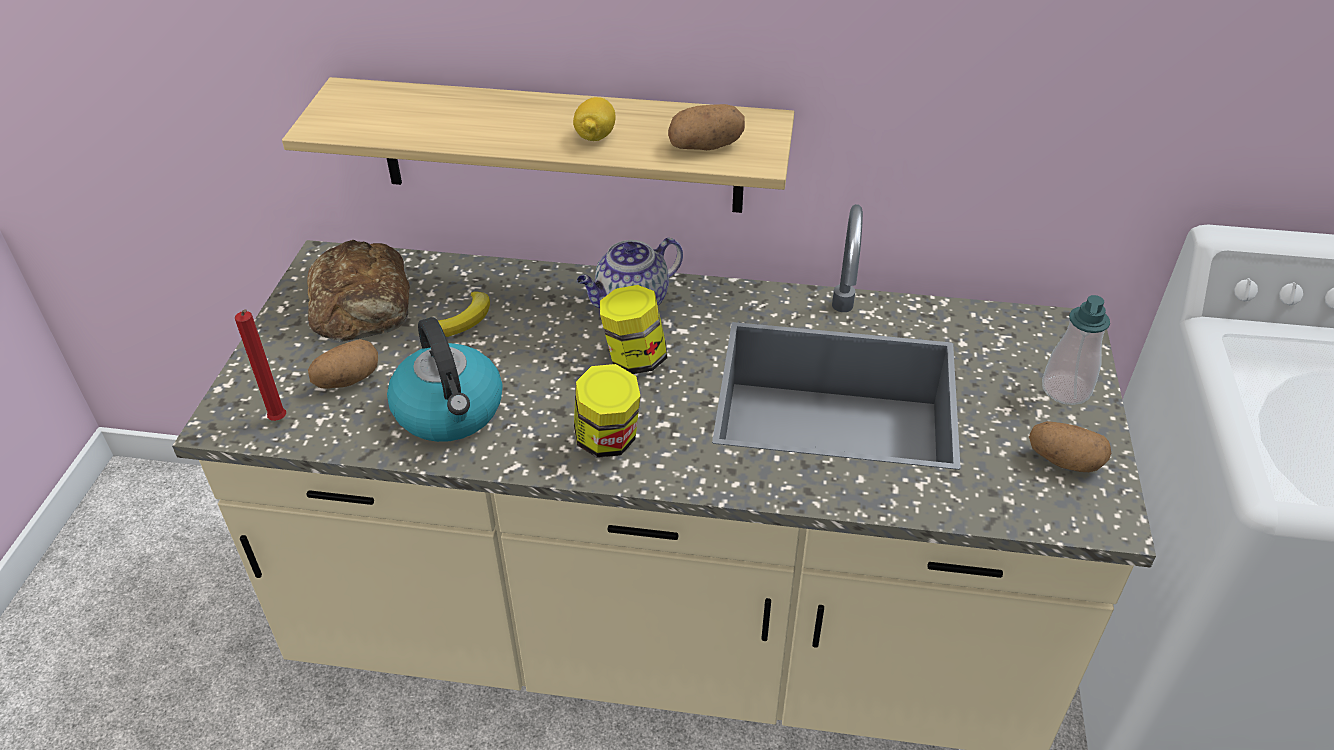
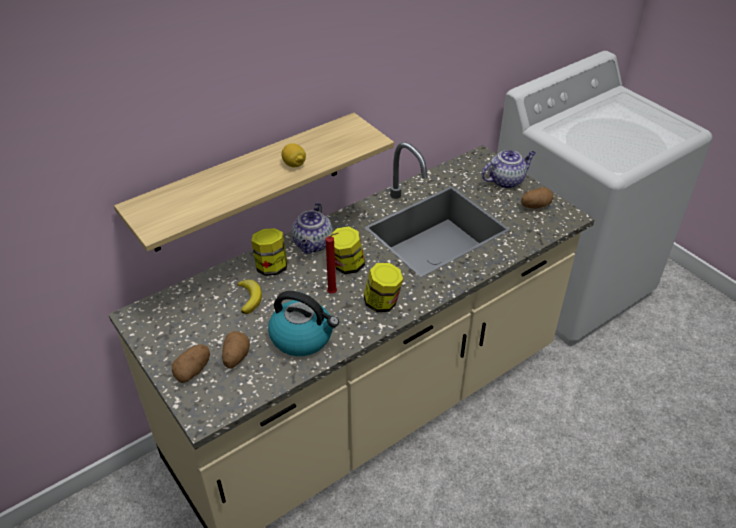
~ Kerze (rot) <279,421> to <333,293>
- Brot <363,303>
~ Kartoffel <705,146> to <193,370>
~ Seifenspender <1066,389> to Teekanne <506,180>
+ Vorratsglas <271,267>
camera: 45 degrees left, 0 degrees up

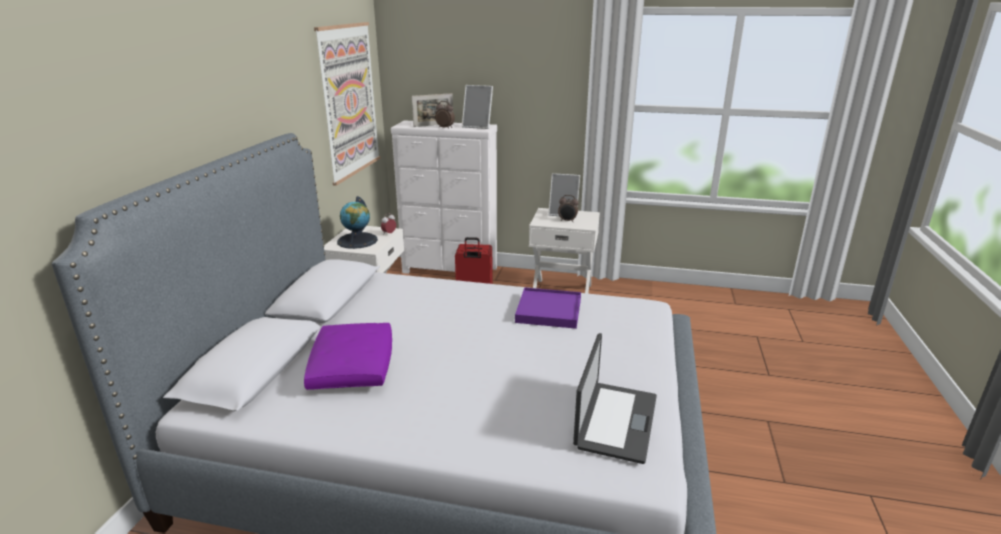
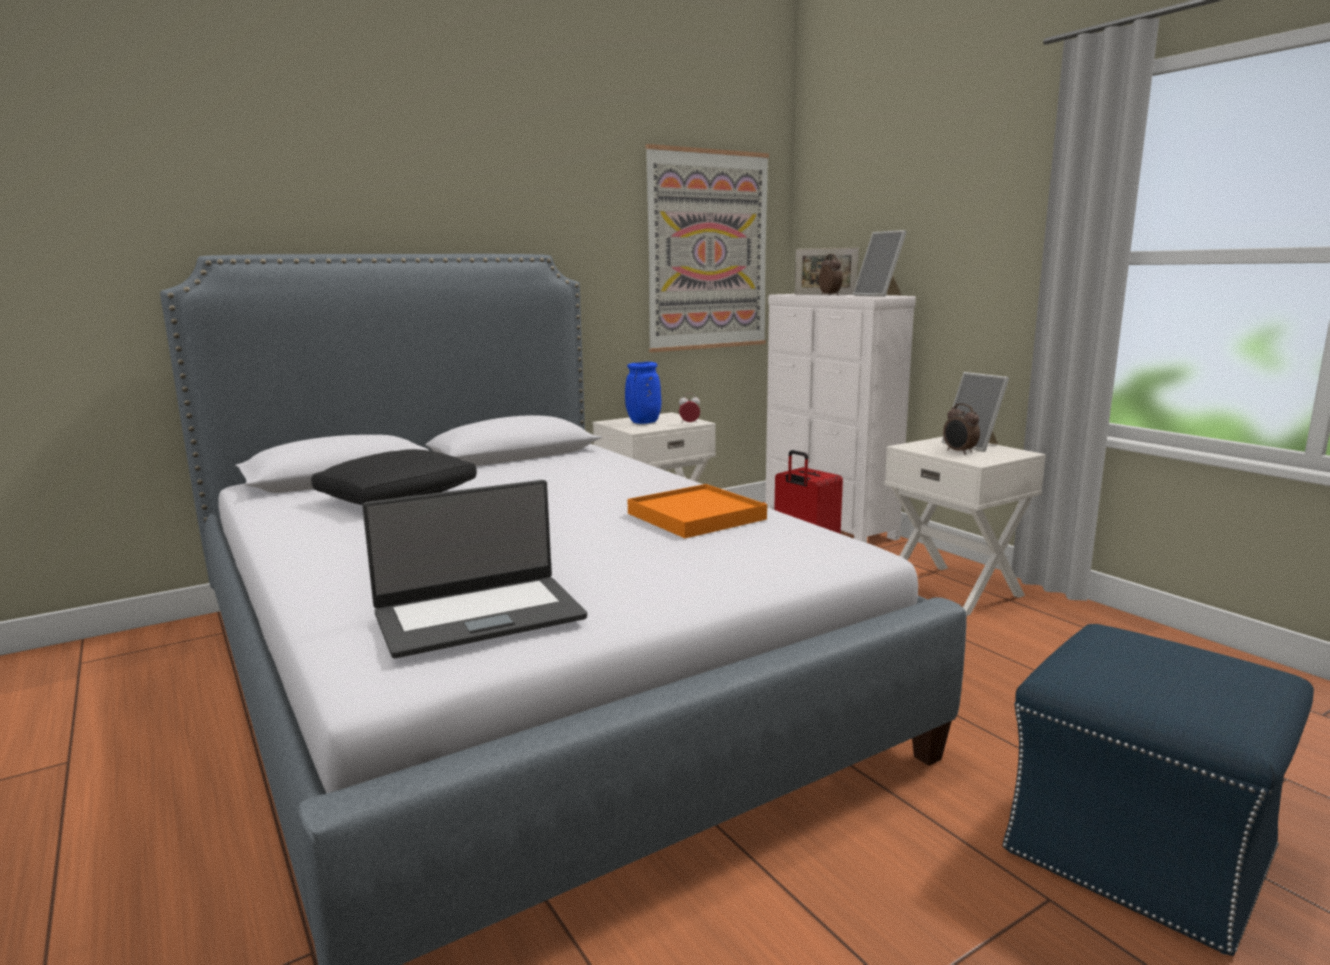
~ Kissen (lila) <352,367> to Kissen (schwarz) <399,497>
~ Globus <357,240> to Vase (blau) <643,422>
~ Tablett (lila) <548,311> to Tablett (orange) <696,516>
+ Polsterhocker (blau) <1142,851>
camera: 45 degrees right, 10 degrees down

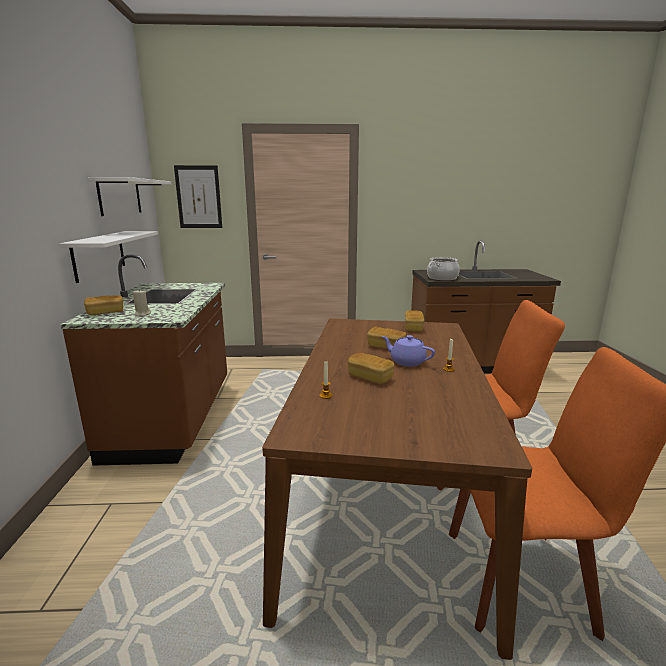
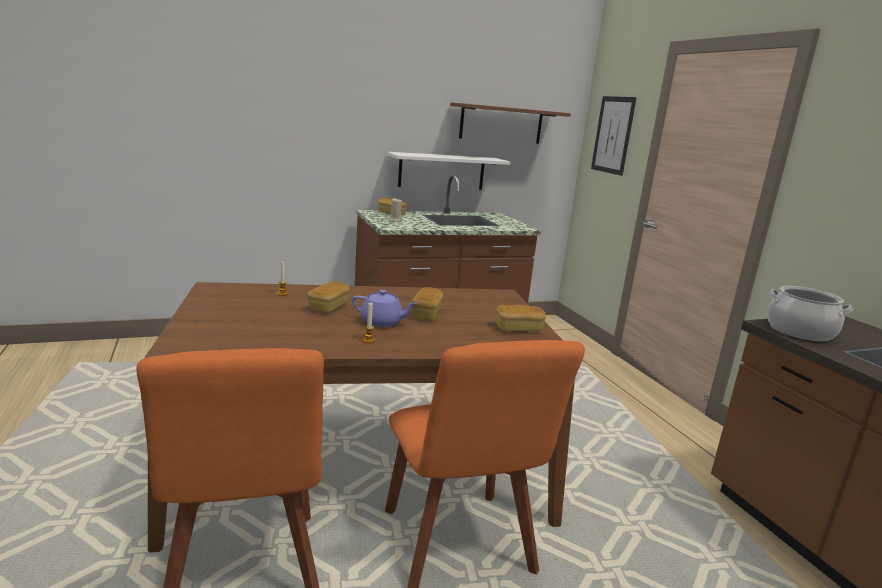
~ Wandregal (weiß) <120,196> to Wandregal (braun) <501,124>
~ Teekanne (lila) <407,362> = <382,322> 90 degrees clockwise
camera: 70 degrees right, 0 degrees up

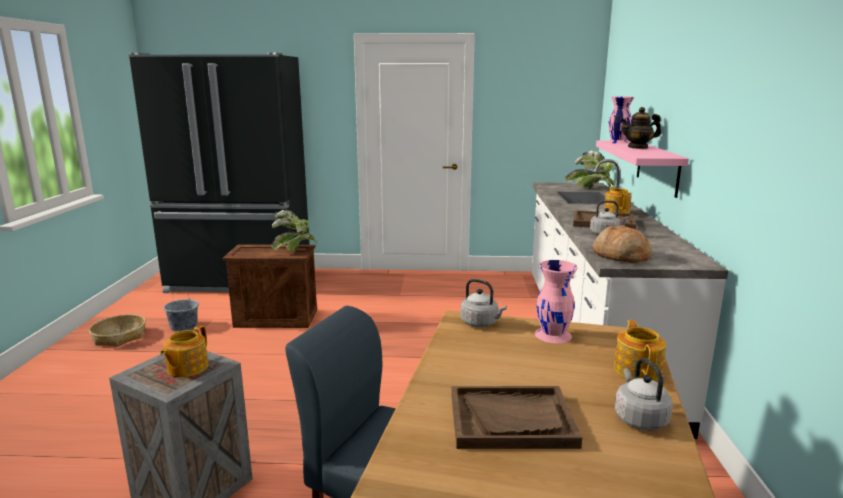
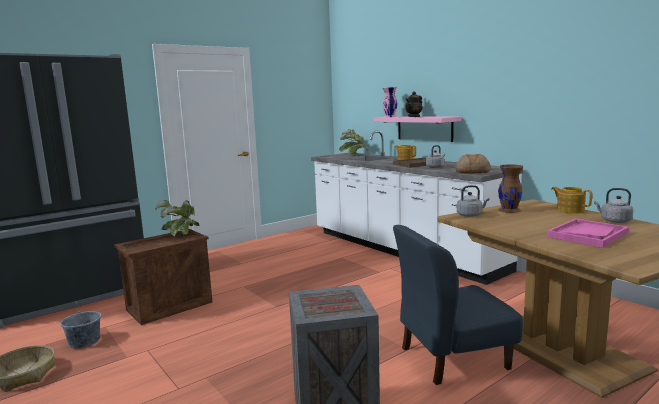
- Teekanne <186,368>
~ Tablett (braun) <511,420> to Tablett (rosa) <587,235>
~ Vase (rosa) <554,335> to Vase (braun) <509,210>
camera: 40 degrees left, 5 degrees down

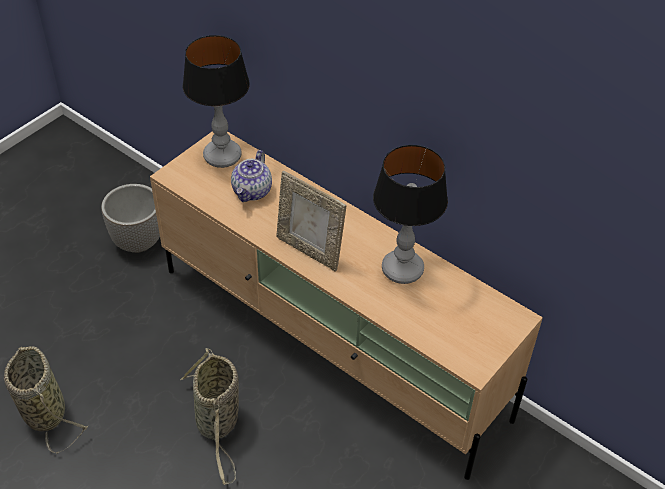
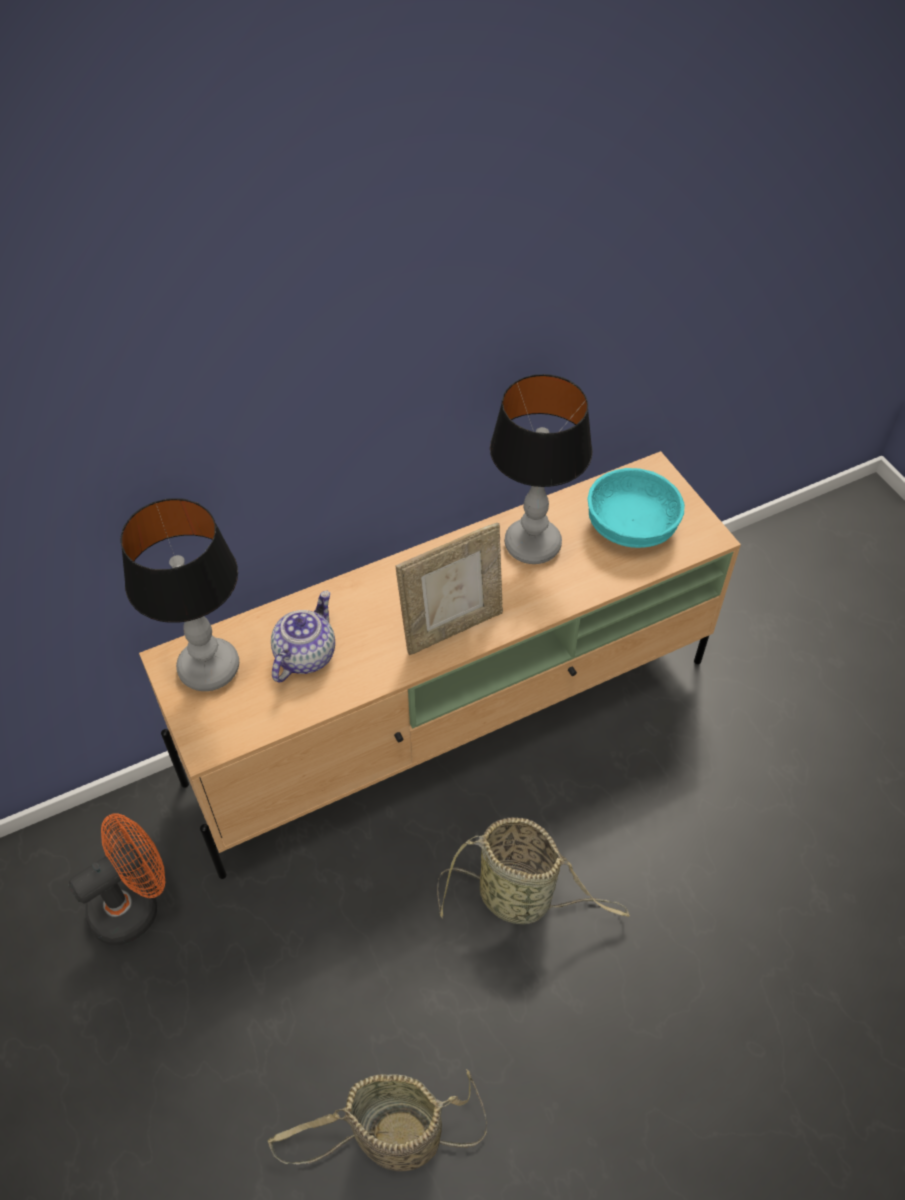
~ Pflanzkübel <138,241> to Ventilator (orange) <134,904>
~ Teekanne <252,191> = <305,654> 105 degrees counterclockwise
+ Schüssel (türkis) <631,527>
camera: 65 degrees left, 5 degrees up

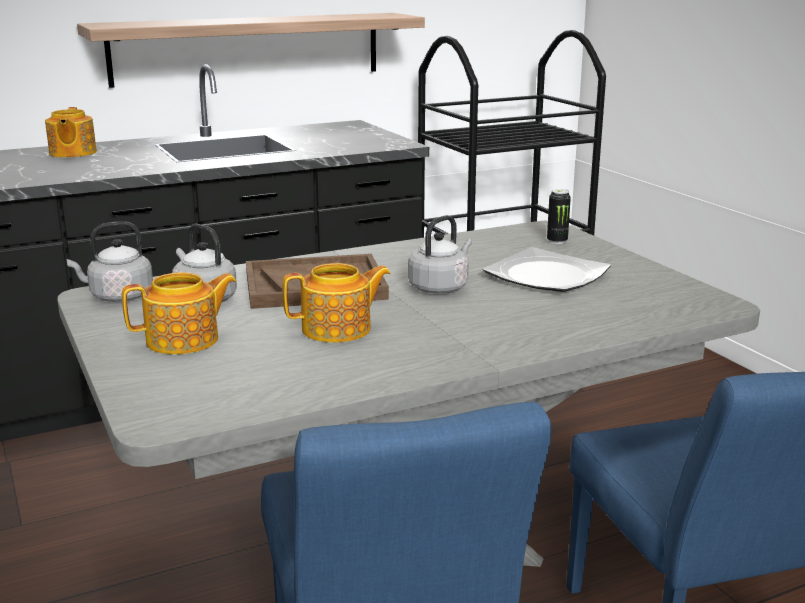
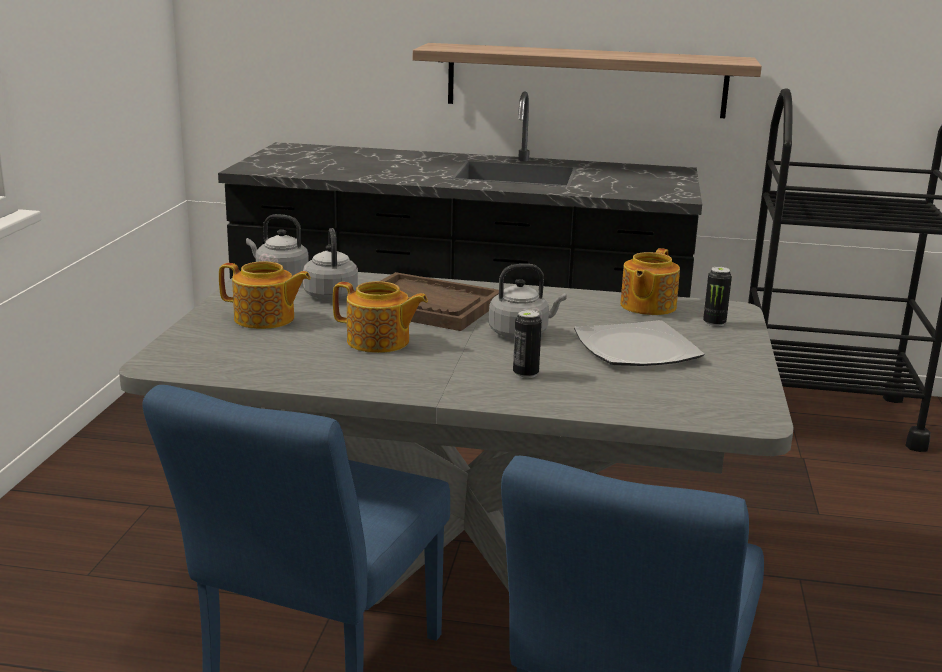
~ Teekanne <72,153> to <647,306>
+ Dose <525,374>
camera: 35 degrees right, 0 degrees up

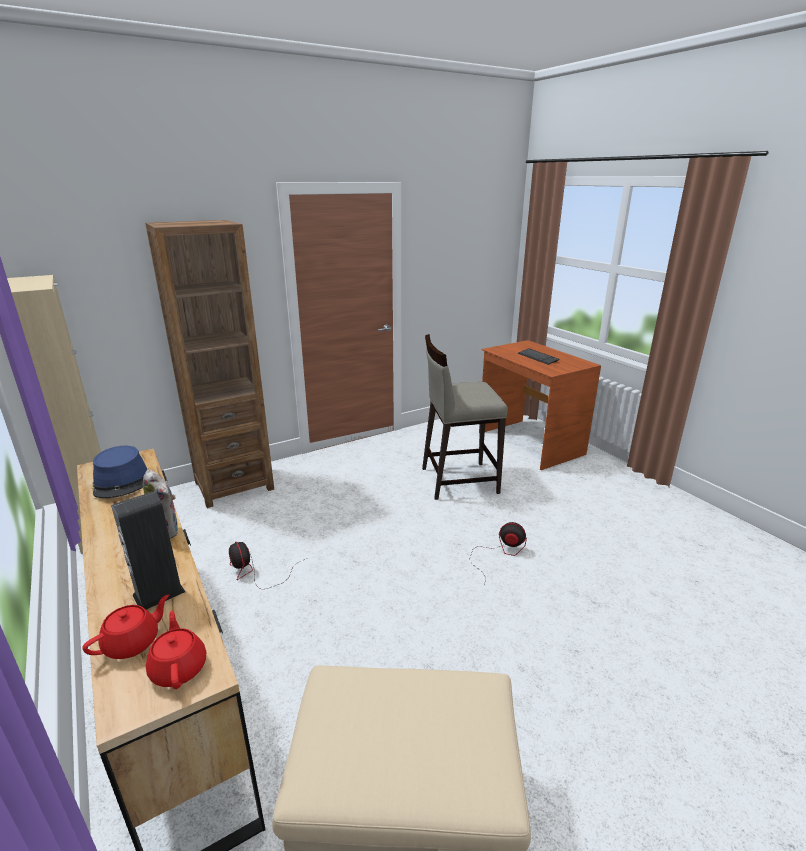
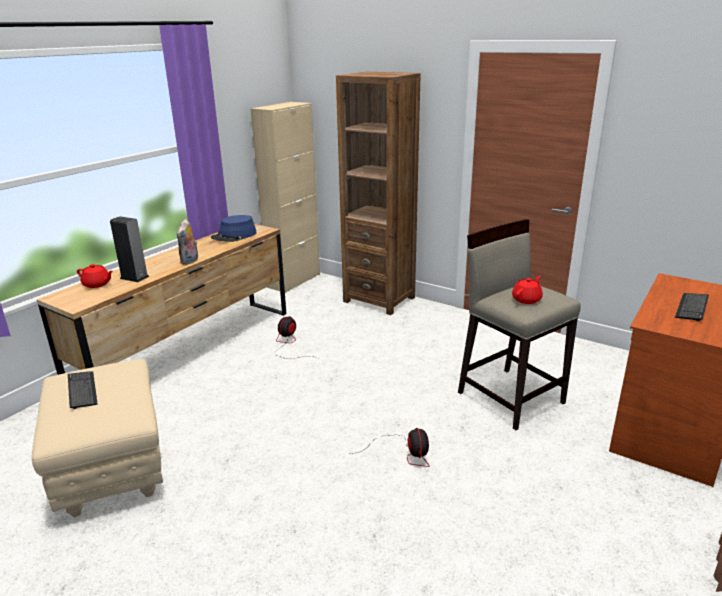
~ Teekanne (rot) <179,668> to <527,299>
+ Tastatur <82,390>
camera: 65 degrees right, 0 degrees up

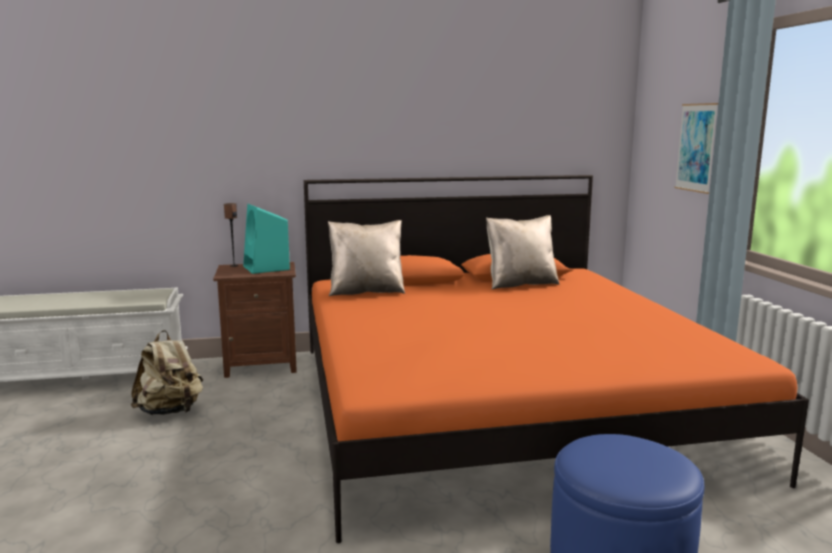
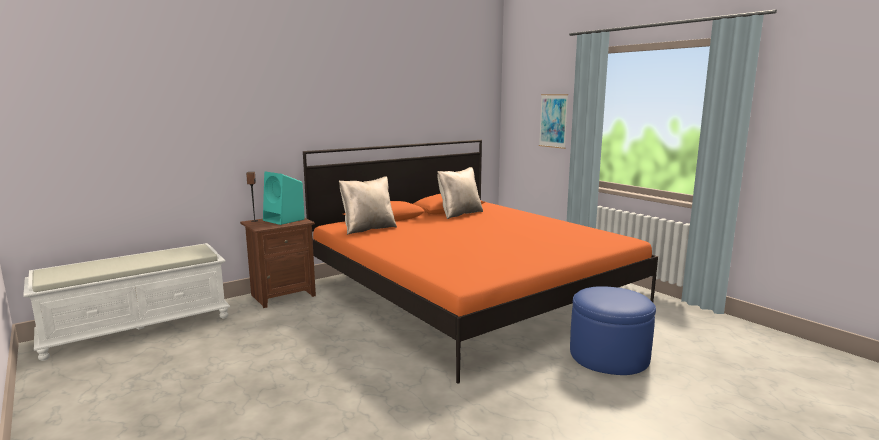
- Rucksack (beige) <170,411>
camera: 25 degrees left, 0 degrees up

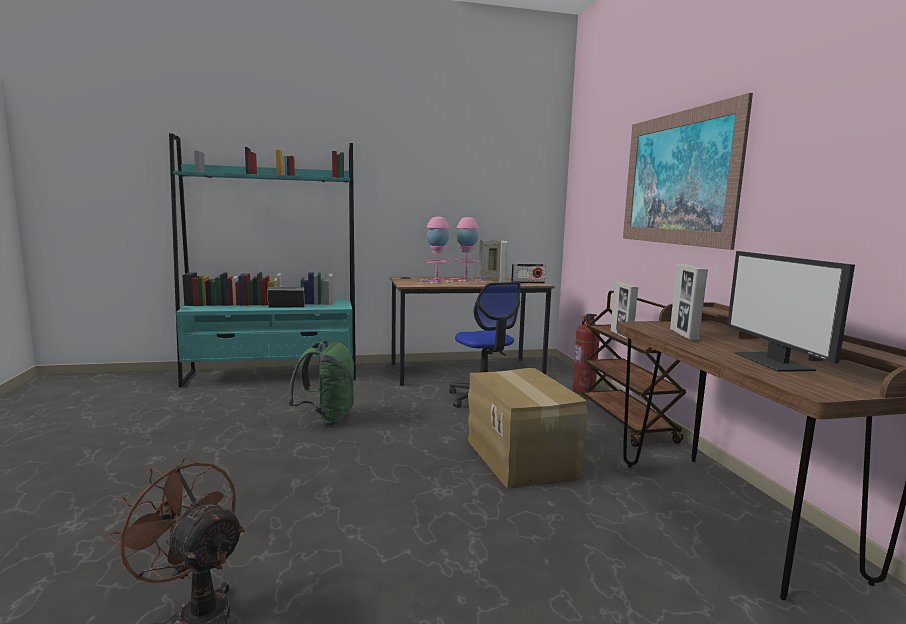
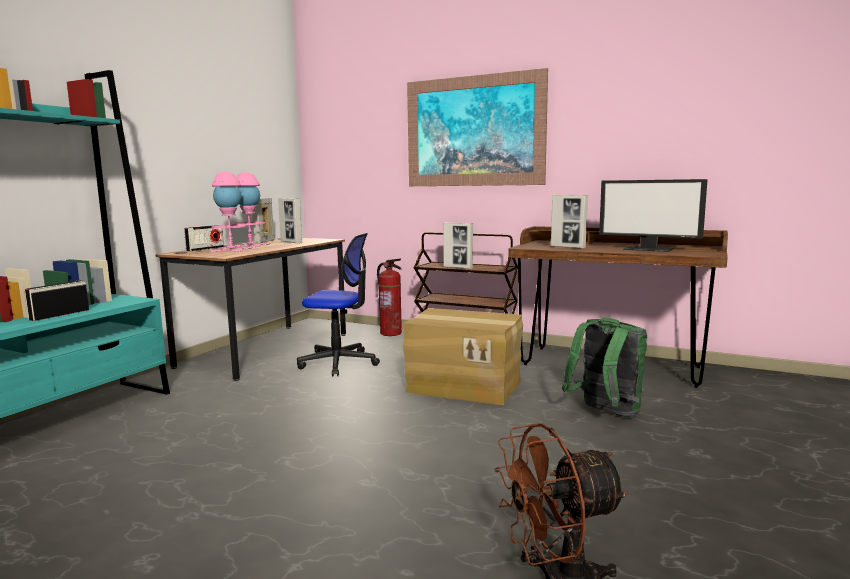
~ Rucksack (grün) <326,419> to <605,413>
~ Radio <527,283> to <205,249>
camera: 50 degrees left, 0 degrees up

